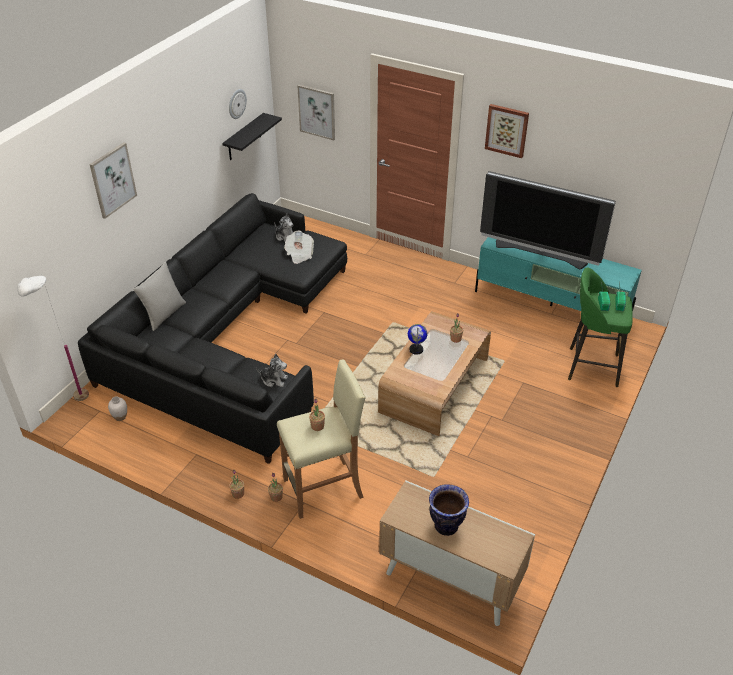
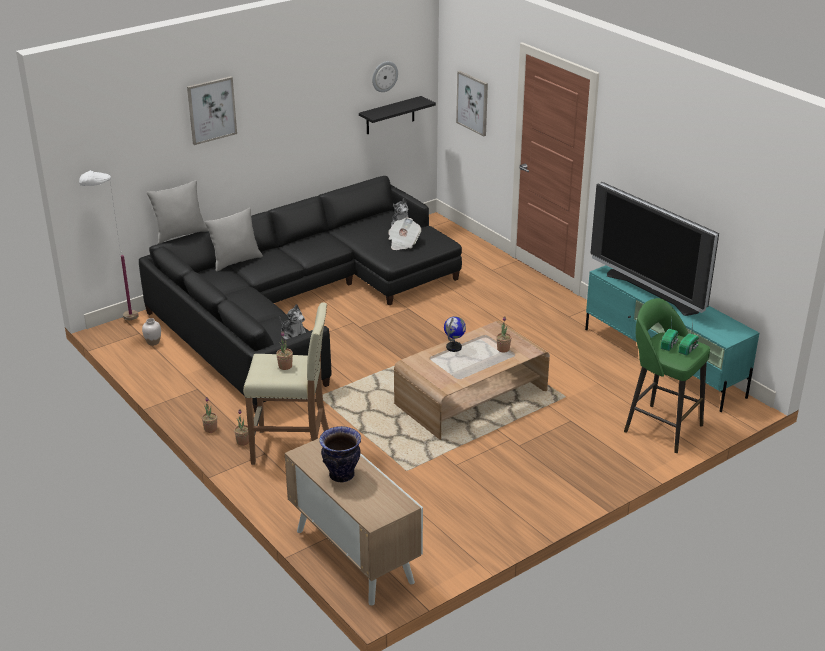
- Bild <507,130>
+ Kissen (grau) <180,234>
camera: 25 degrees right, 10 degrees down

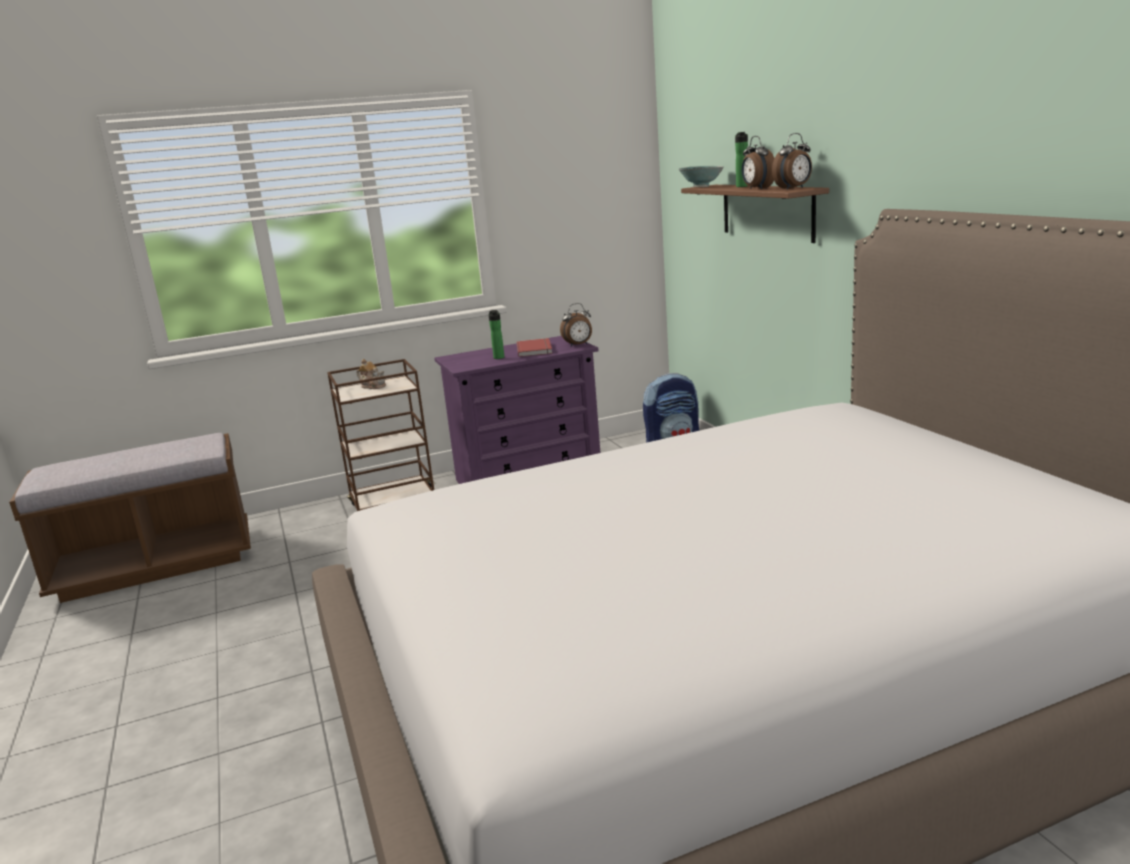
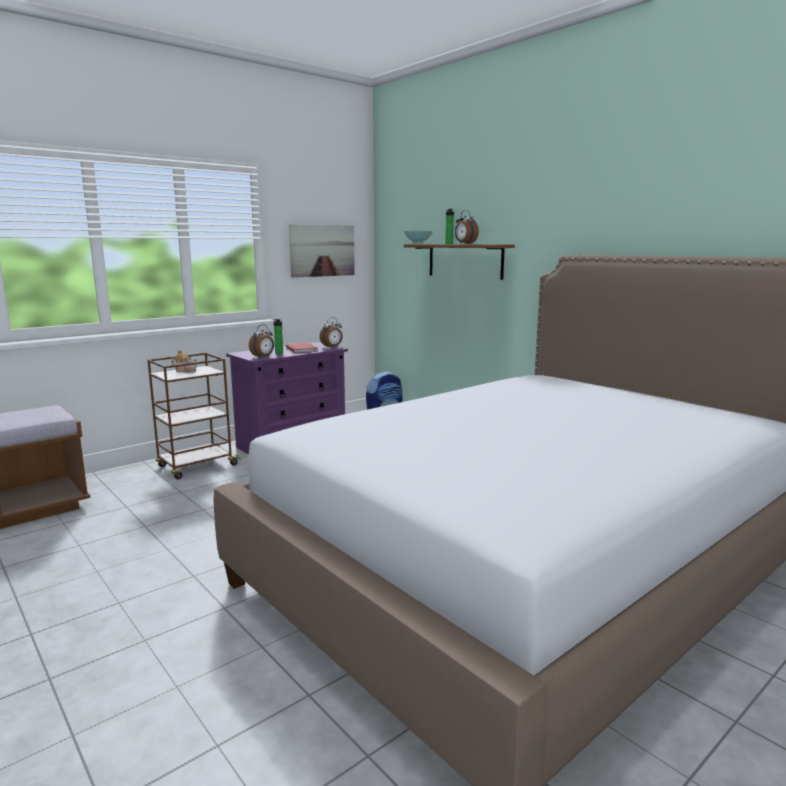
~ Wecker <793,188> to <263,357>
+ Bild <322,250>
camera: 20 degrees left, 5 degrees down

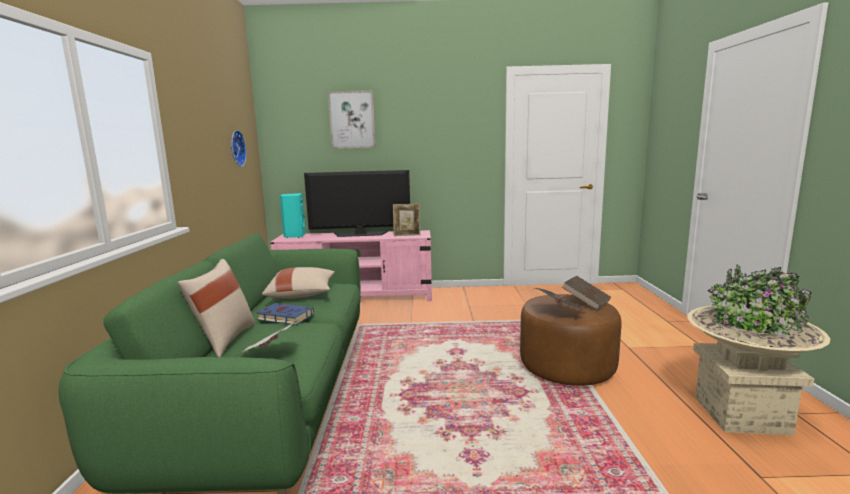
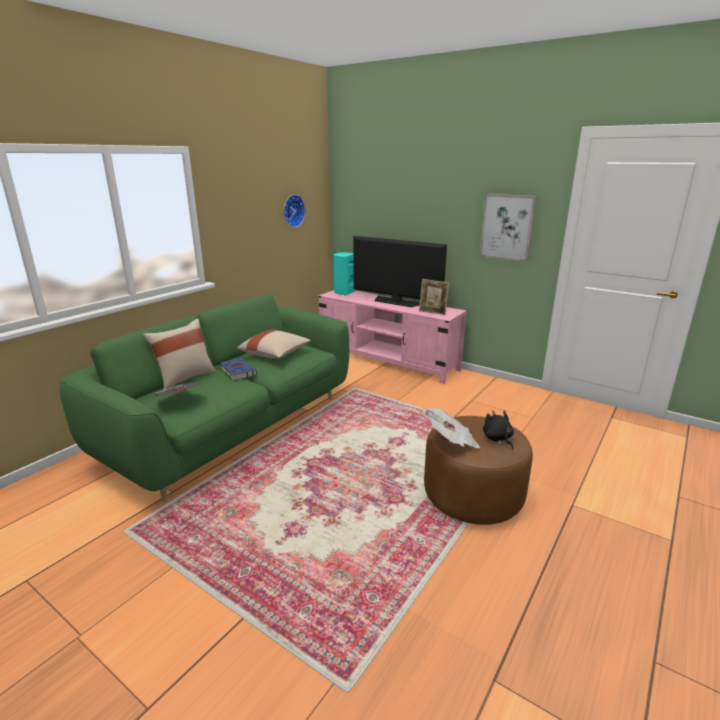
~ Bild <352,120> to <507,227>
~ Buch (braun) <586,302> to Plüschtier (schwarz) <498,439>
- Pflanzkübel (beige) <741,415>
camera: 35 degrees right, 10 degrees up

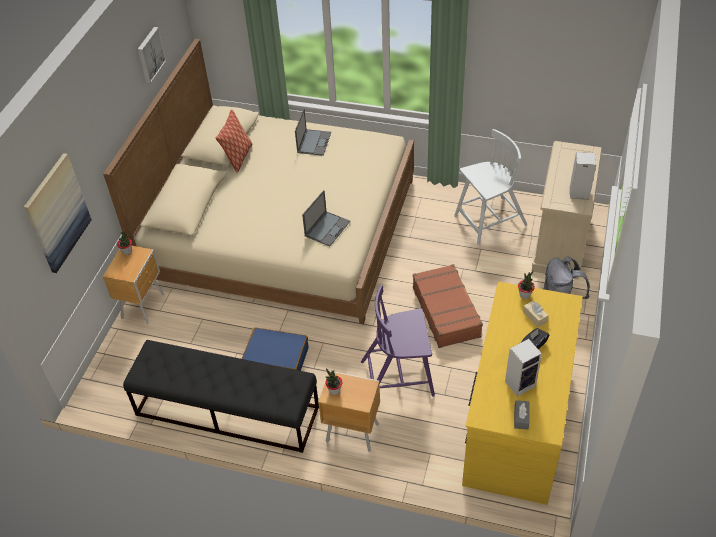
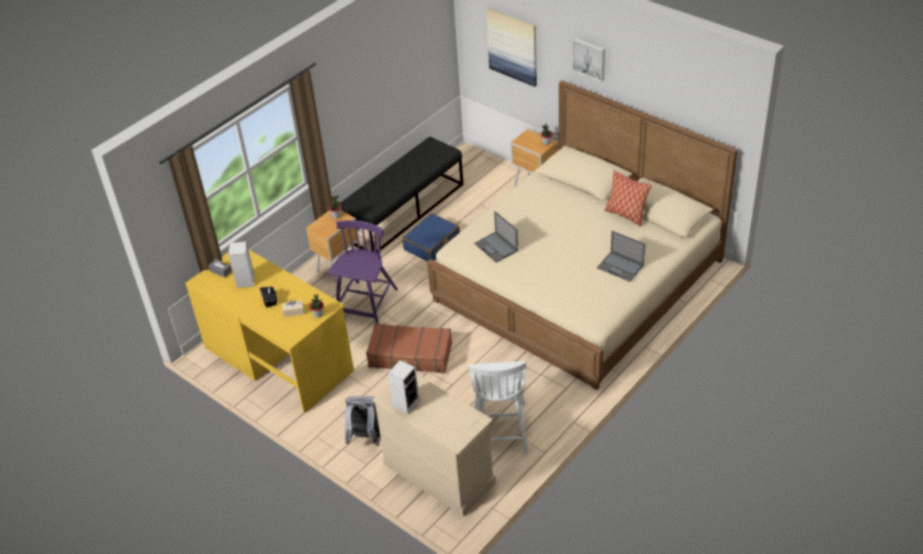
~ Bild <150,54> to <589,58>
camera: 115 degrees right, 5 degrees down

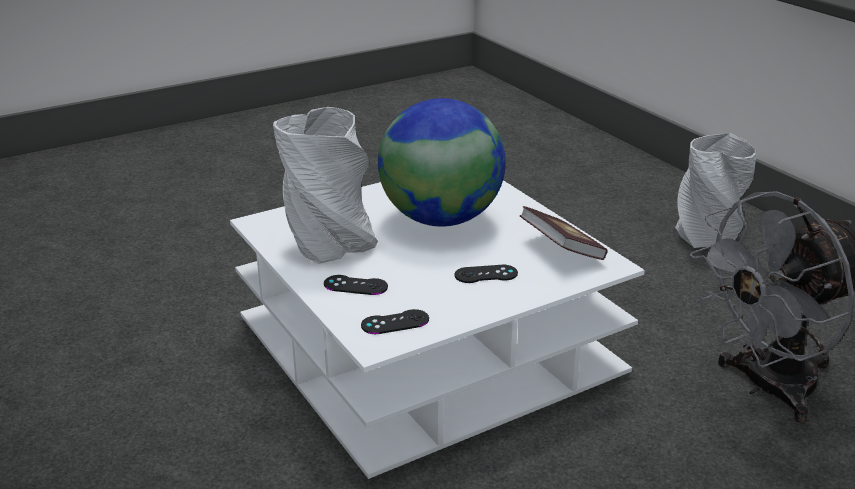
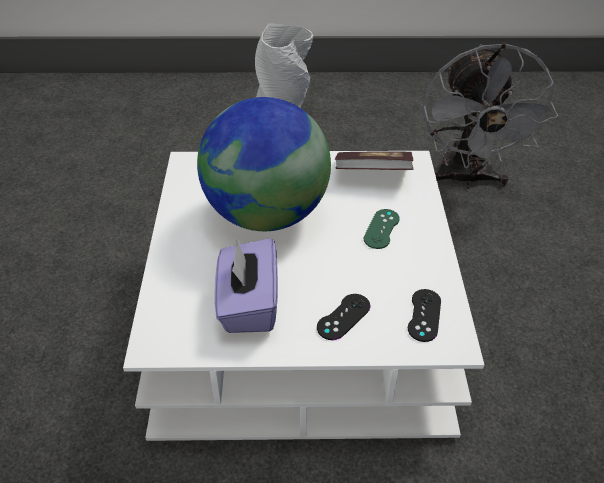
~ Vase (grau) <329,243> to Taschentuchbox (lila) <248,305>
~ Gamepad (schwarz) <486,274> to Gamepad (grün) <381,229>
camera: 60 degrees left, 15 degrees up

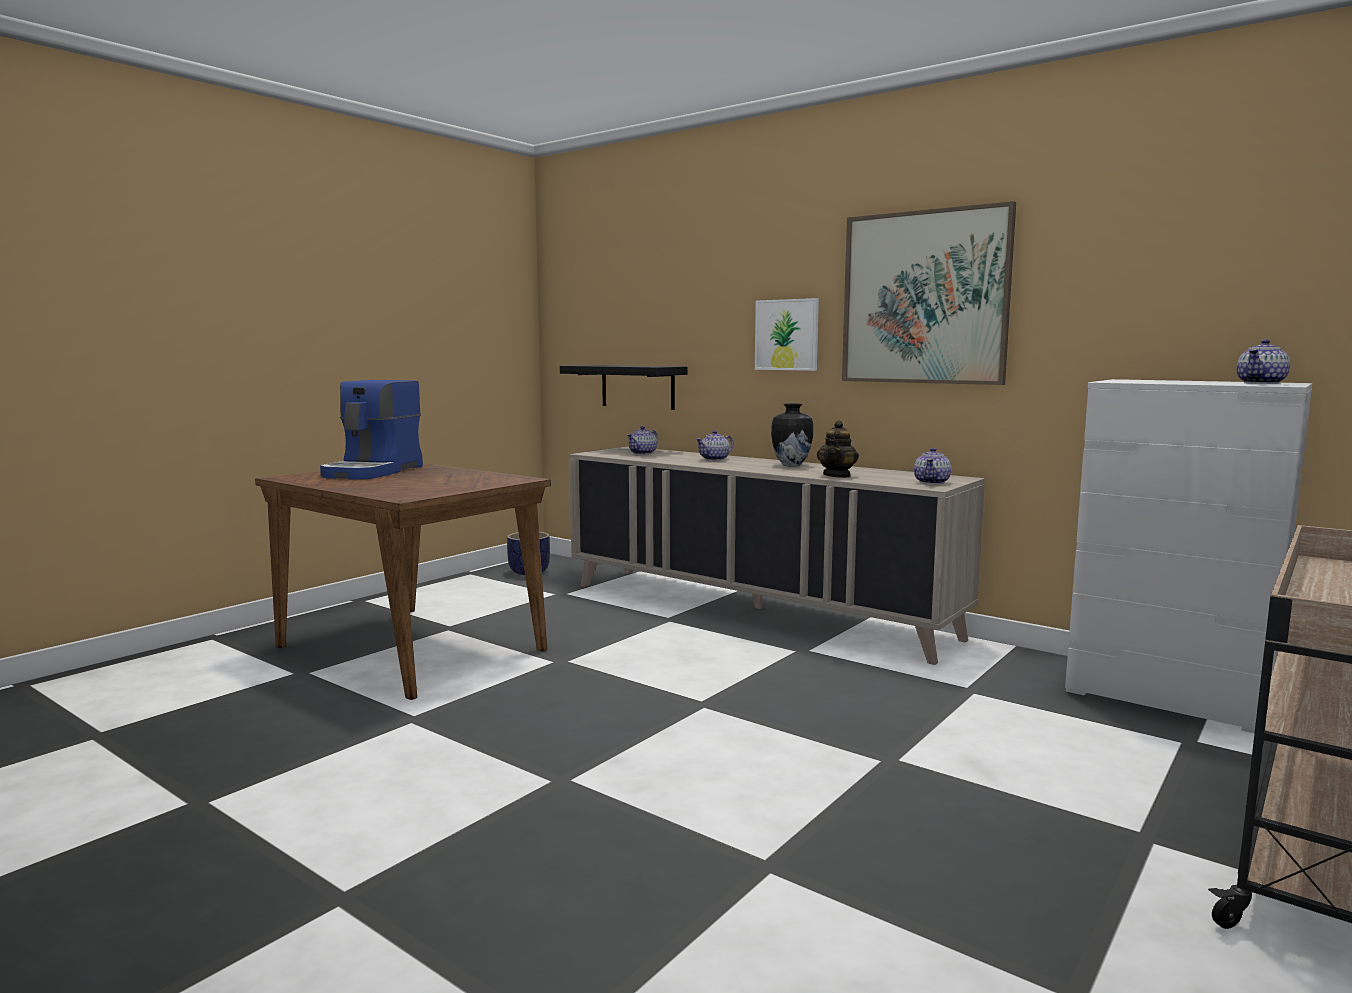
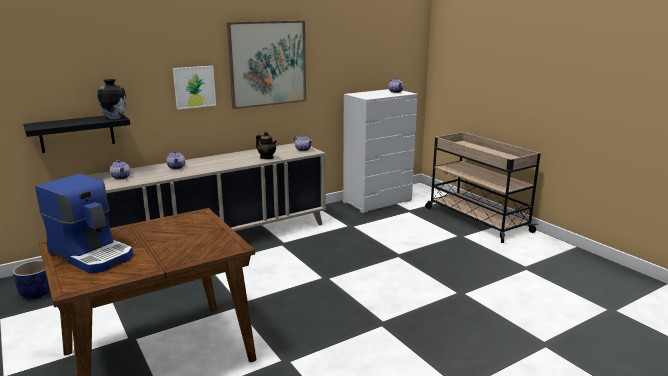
~ Vase <791,465> to <114,118>
camera: 70 degrees left, 10 degrees up

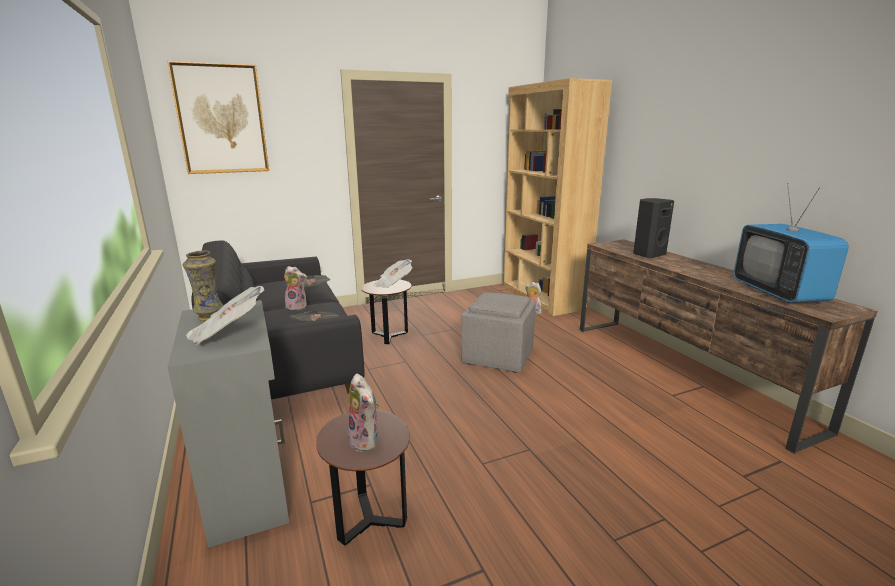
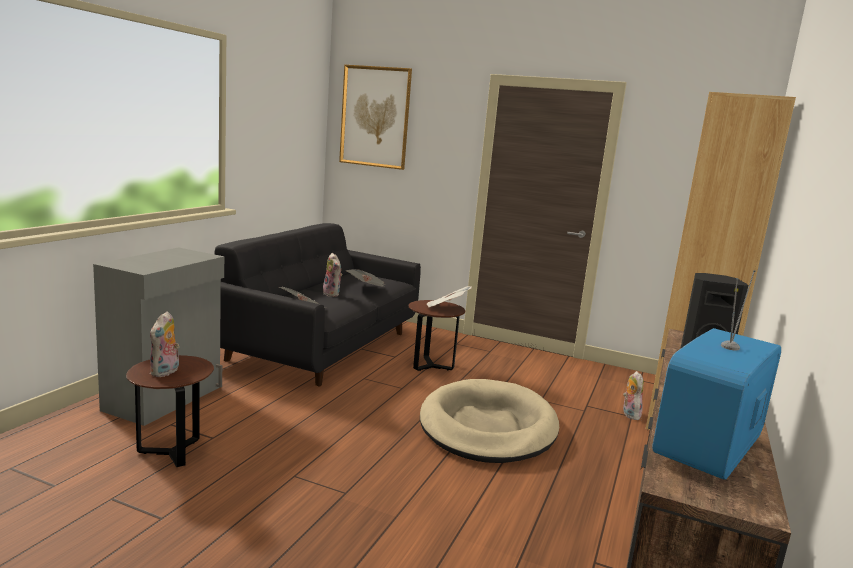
- Vase <209,317>
- Zeitung <227,334>
~ Polsterhocker (grau) <498,357> to Hundebett (beige) <488,427>
camera: 45 degrees right, 5 degrees down

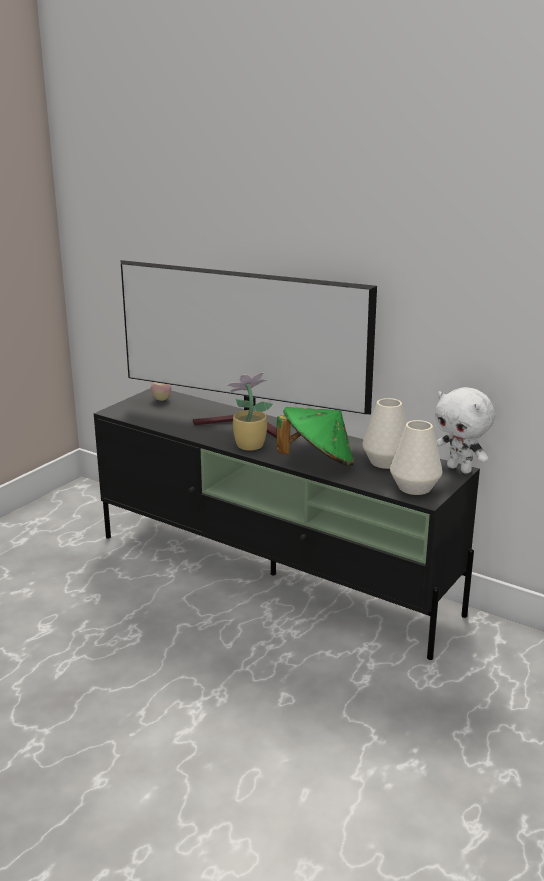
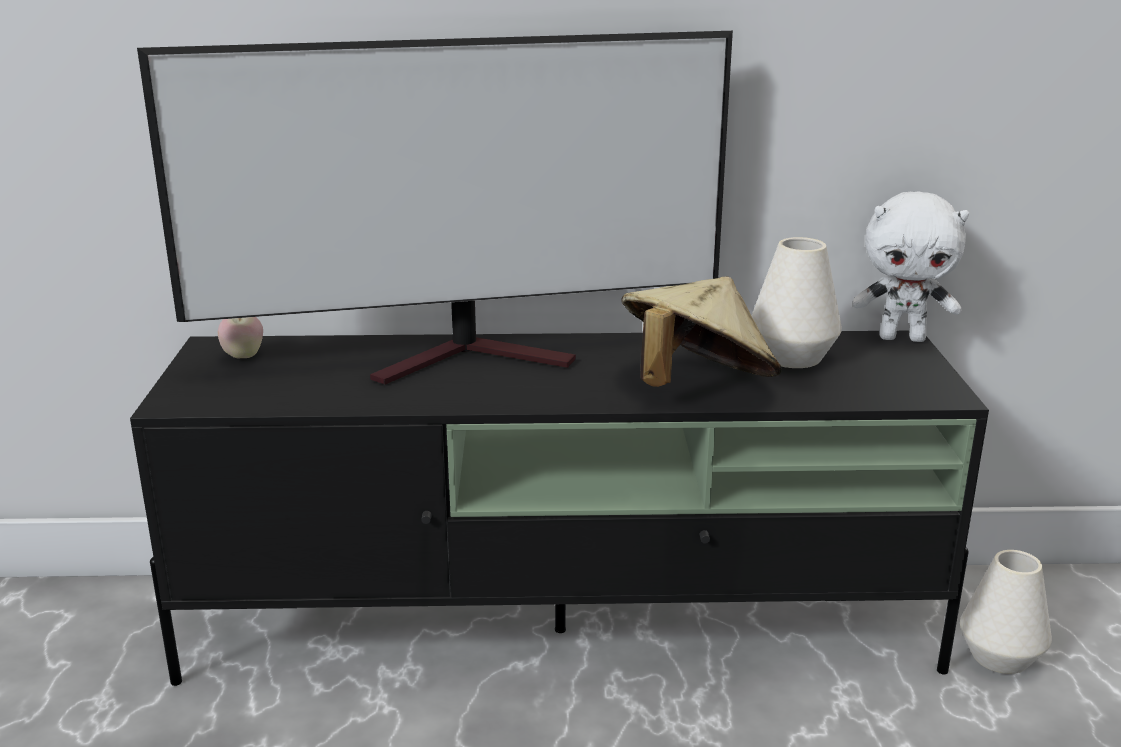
- Topfpflanze <248,446>
~ Hut (grün) <317,462> to Hut (beige) <696,386>
~ Vase (weiß) <415,487> to <1000,656>
camera: 35 degrees left, 0 degrees up

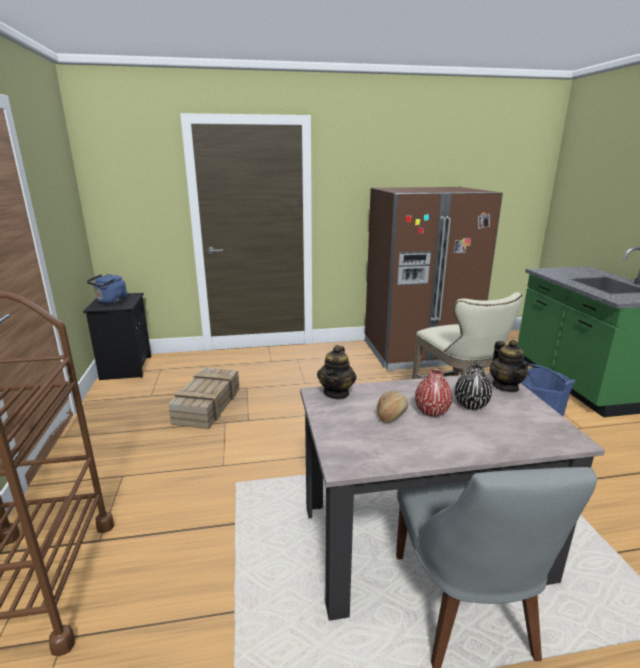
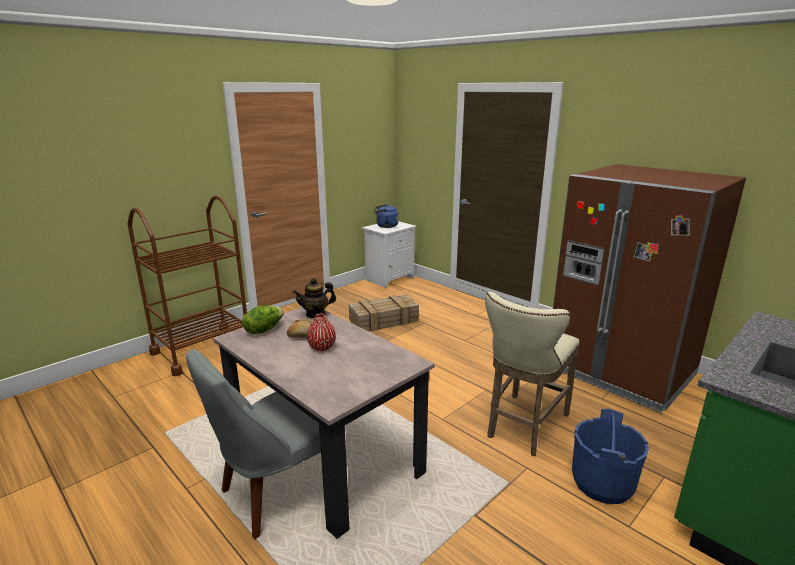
~ Nachttisch (schwarz) <125,367> to Nachttisch (weiß) <389,279>
- Vase (schwarz) <471,405>
- Teekanne <505,386>
+ Salatkopf <263,330>
camera: 55 degrees right, 0 degrees up

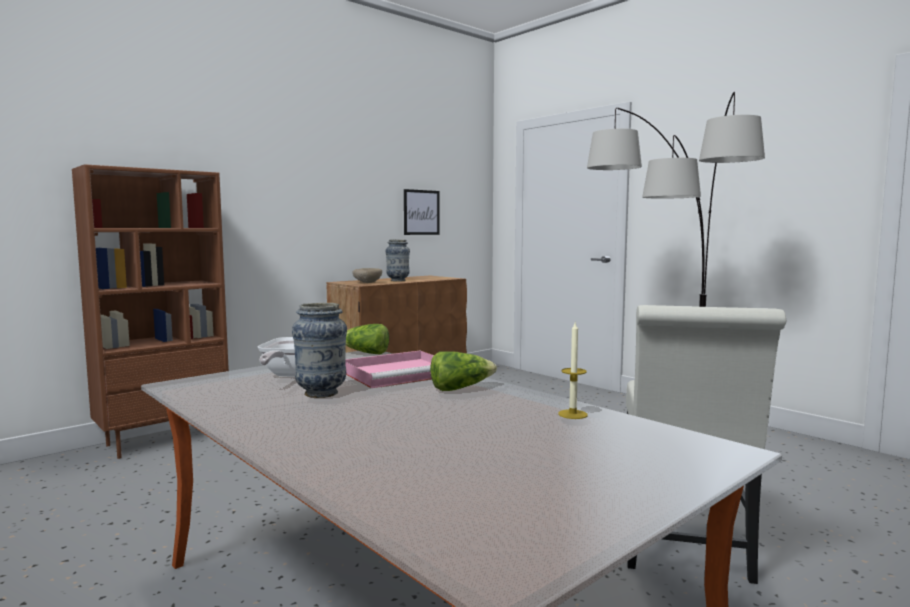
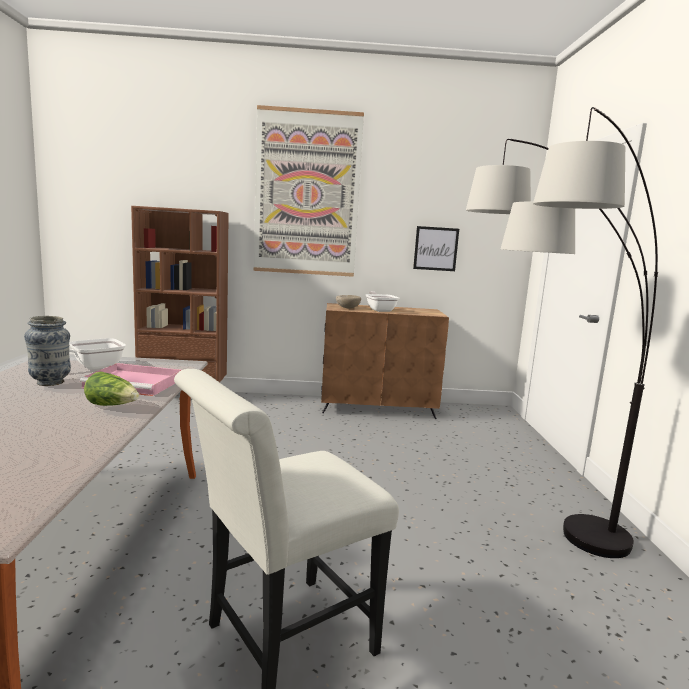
- Salatkopf <365,353>
~ Vase <398,280> to Pfanne <380,310>
- Kerze <572,414>
+ Bild <307,194>
camera: 40 degrees right, 5 degrees up

